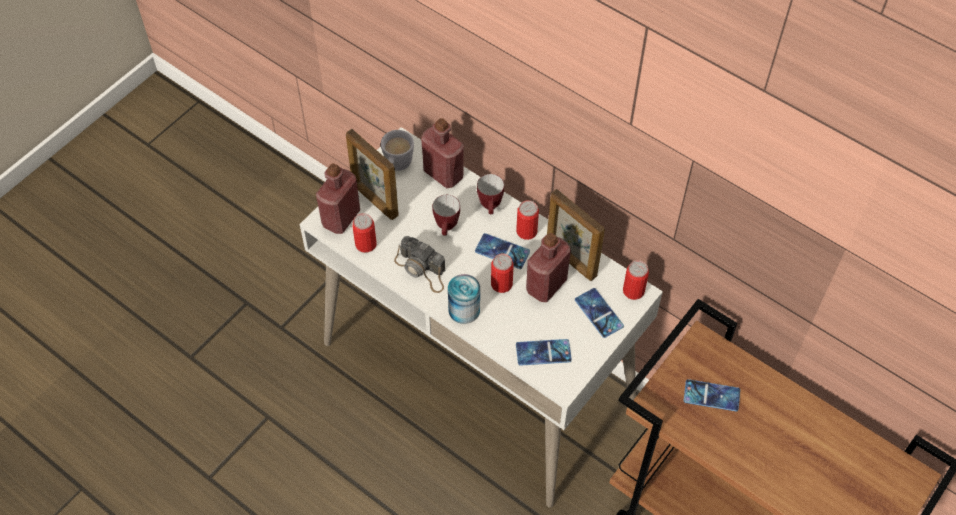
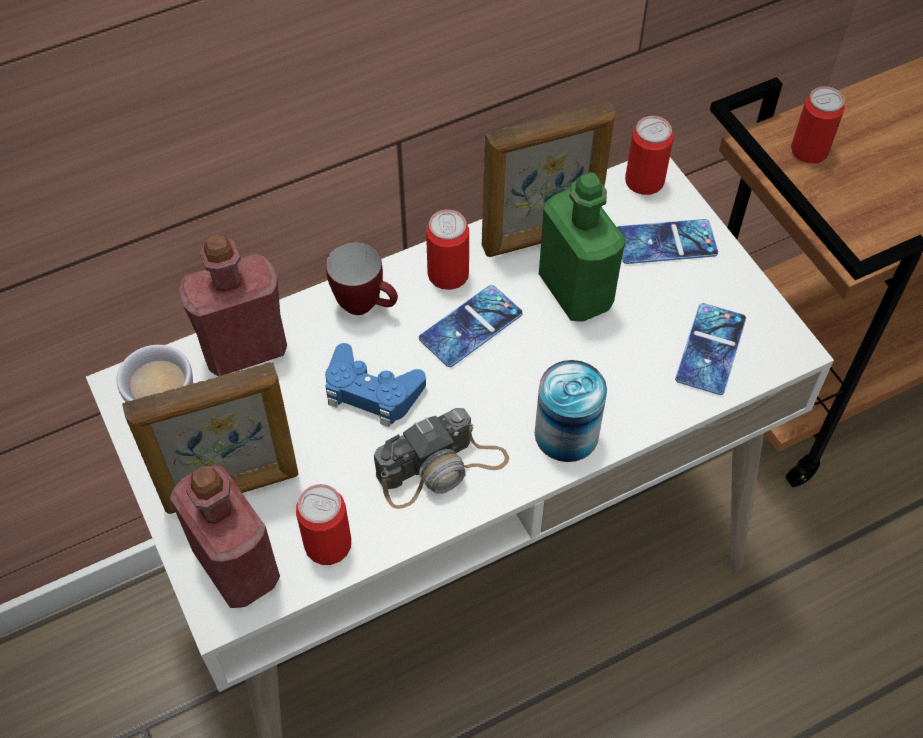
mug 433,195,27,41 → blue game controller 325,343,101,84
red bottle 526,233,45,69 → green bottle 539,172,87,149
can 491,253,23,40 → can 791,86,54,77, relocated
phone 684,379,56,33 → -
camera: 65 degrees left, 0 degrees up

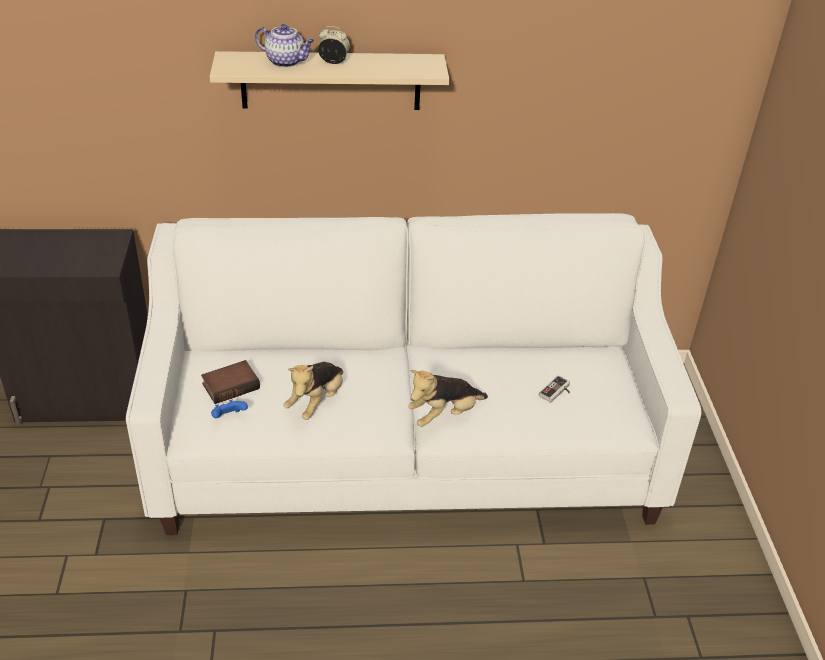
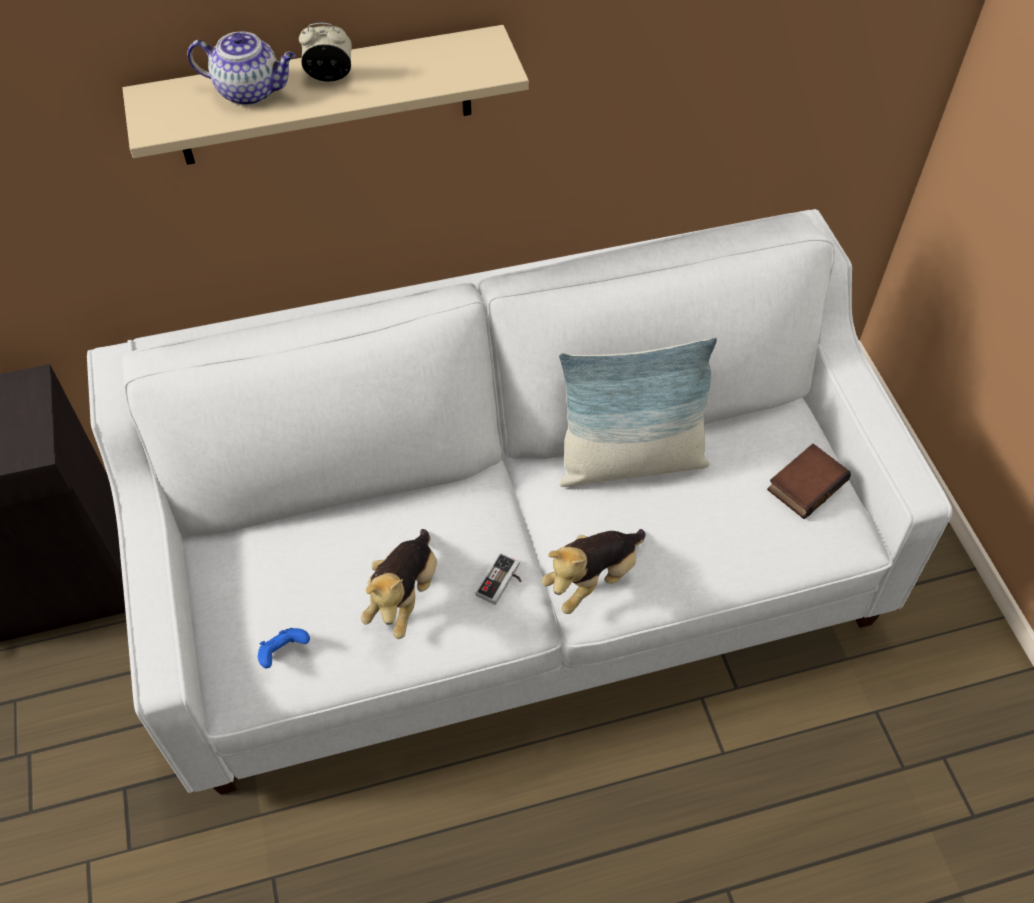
book 201,360,59,44 → book 767,443,84,76, relocated
game controller 539,375,31,28 → game controller 476,553,45,52, relocated
- → pillow 559,338,158,149
camera: 10 degrees left, 15 degrees up

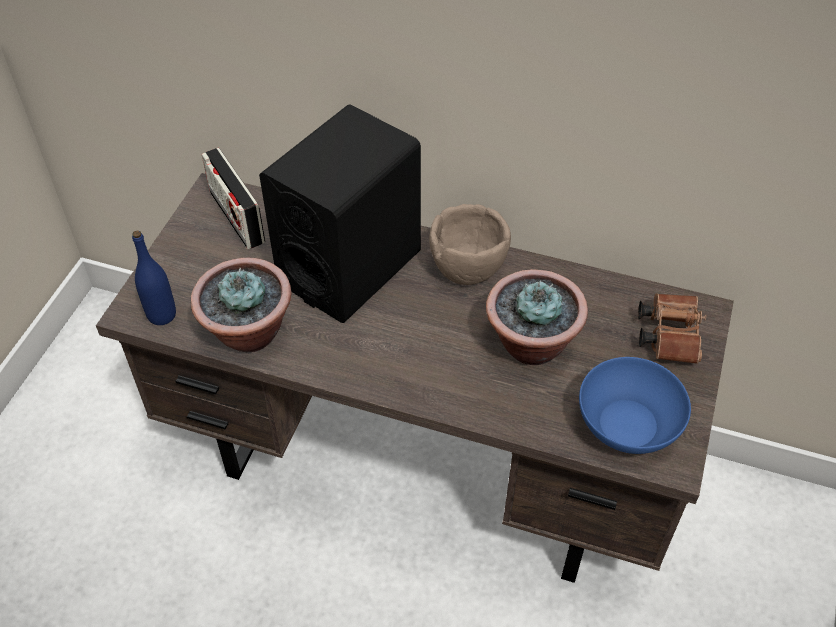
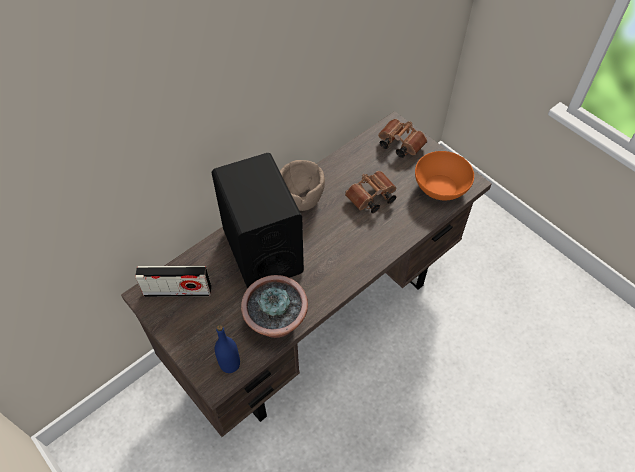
potted plant 486,269,102,96 → brown binoculars 345,171,52,42
blue bowl 579,357,112,97 → orange bowl 415,151,59,49
camera: 60 degrees left, 5 degrees up

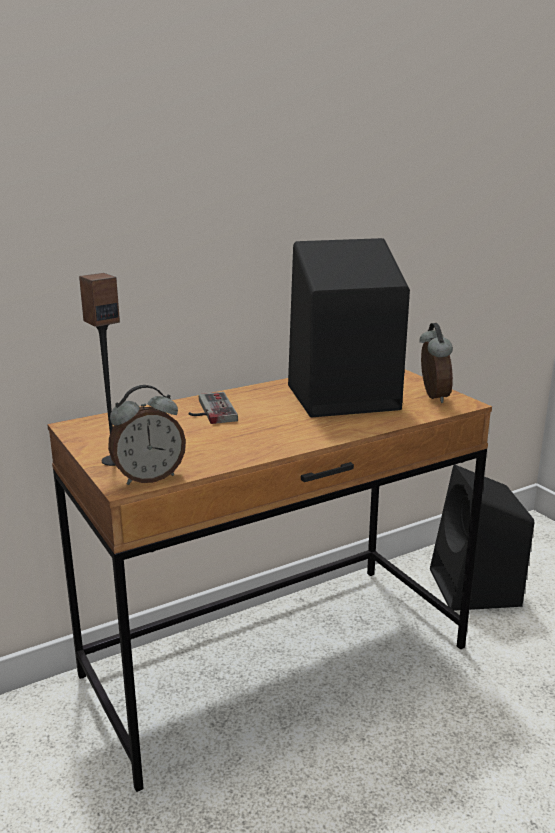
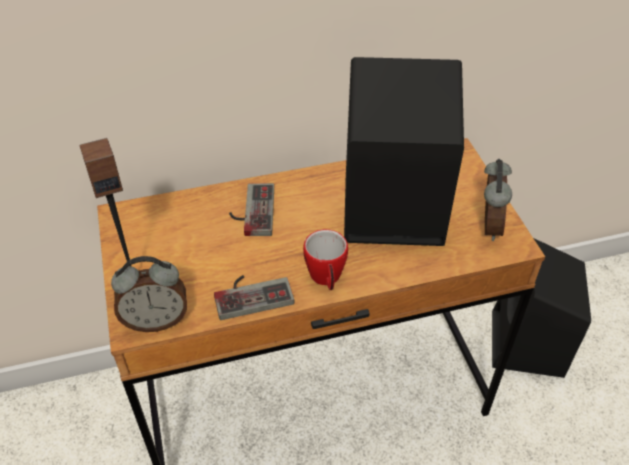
- → mug 303,229,45,61
- → game controller 214,275,81,45
camera: 15 degrees right, 25 degrees up

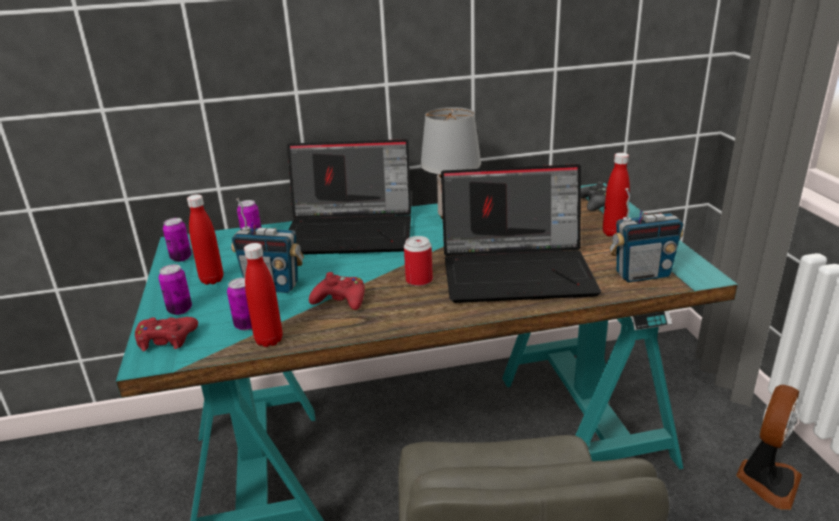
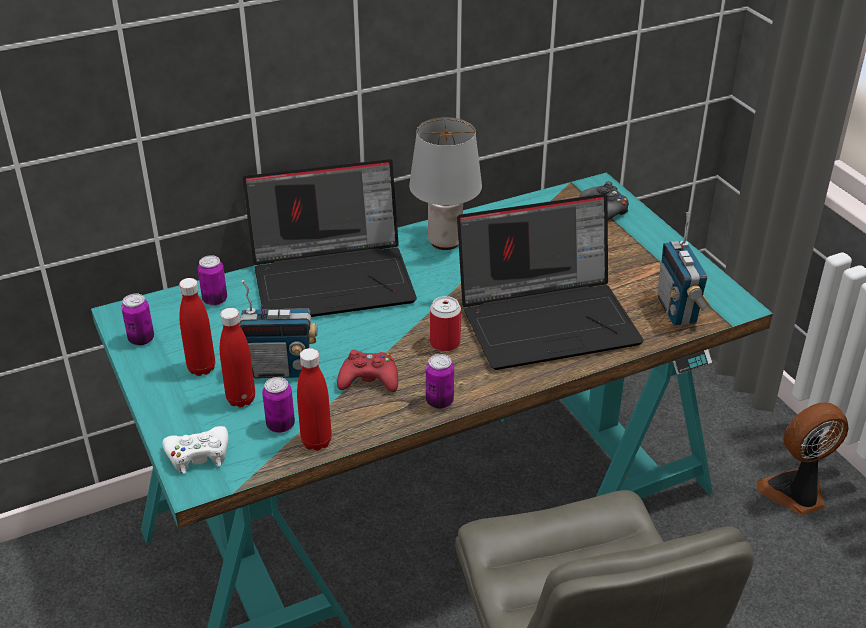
red bottle 603,153,27,84 → red bottle 220,308,35,99, relocated
radio 609,188,75,95 → radio 657,212,53,114, 105 degrees clockwise
can 159,264,33,51 → can 426,354,28,55, relocated
red game controller 135,317,63,34 → white game controller 162,426,67,48
fan 736,385,66,125 → fan 756,402,93,113, 135 degrees counterclockwise
camera: 15 degrees left, 10 degrees up

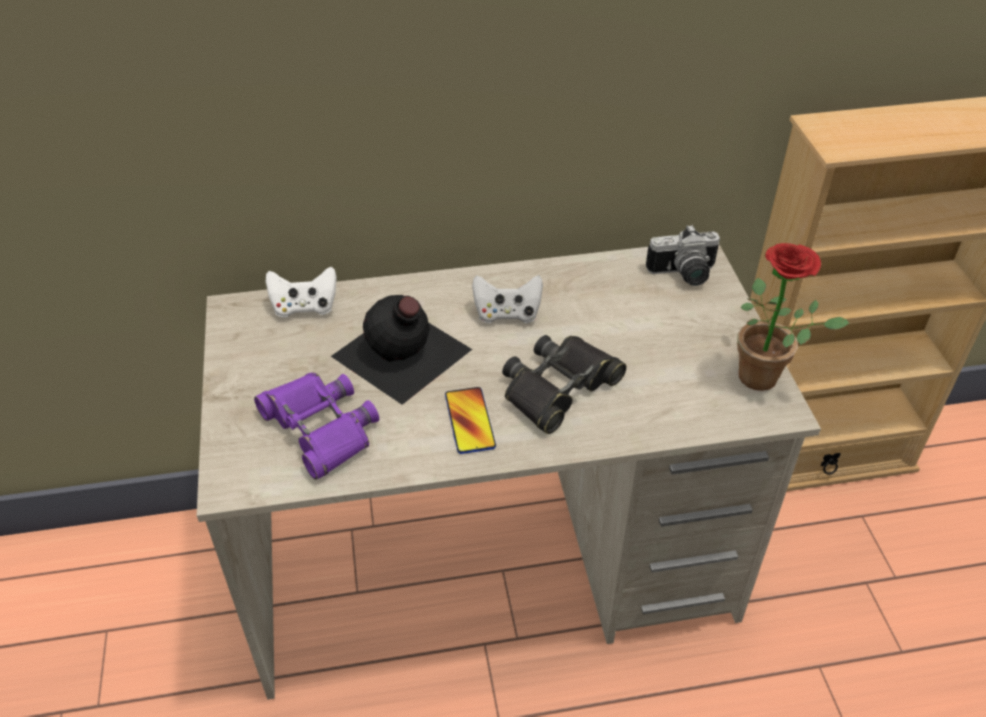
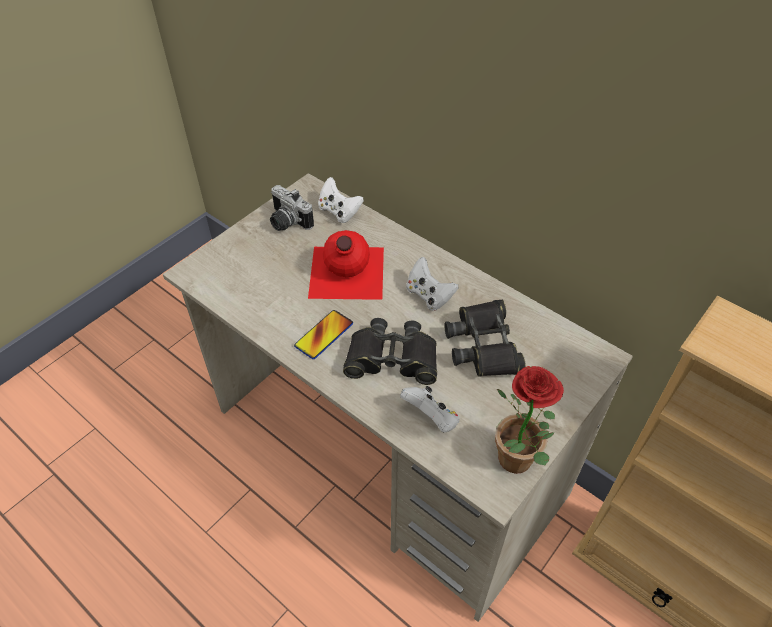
photo camera 646,225,74,61 → photo camera 270,185,44,46, relocated
black bottle 331,295,141,110 → red bottle 308,230,76,70
purple binoculars 254,373,125,107 → -
- → black binoculars 445,300,81,77
- → white game controller 400,386,60,47
camera: 50 degrees right, 5 degrees up

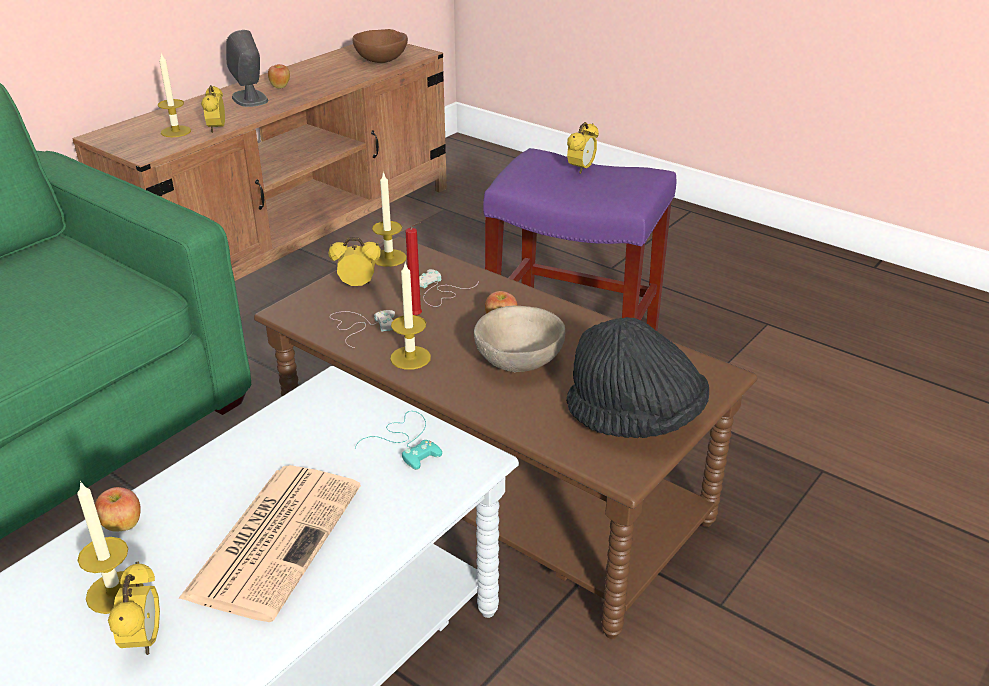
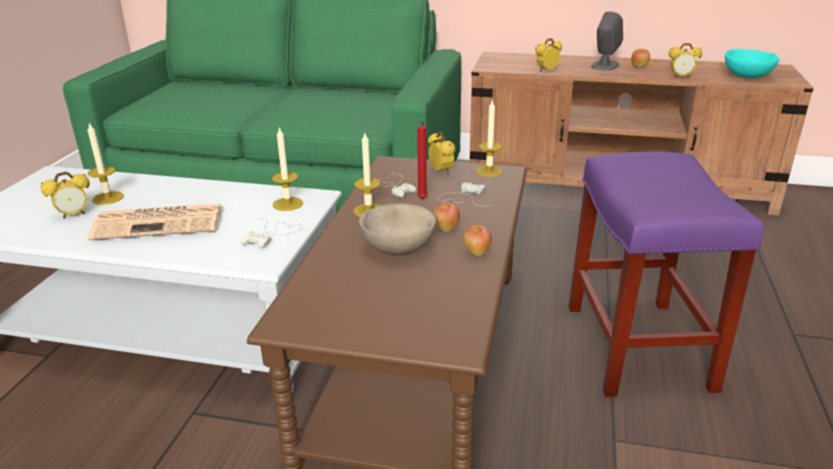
brown bowl 353,29,55,34 → turquoise bowl 725,49,55,29
candle 158,53,33,84 → candle 272,127,31,84, relocated
alarm clock 567,122,32,52 → alarm clock 669,43,33,35, relocated
black hat 566,317,143,121 → -
turquoise game controller 355,411,87,59 → white game controller 241,218,62,30
apple 95,487,46,45 → apple 463,225,29,31, relocated
camera: 65 degrees right, 5 degrees down

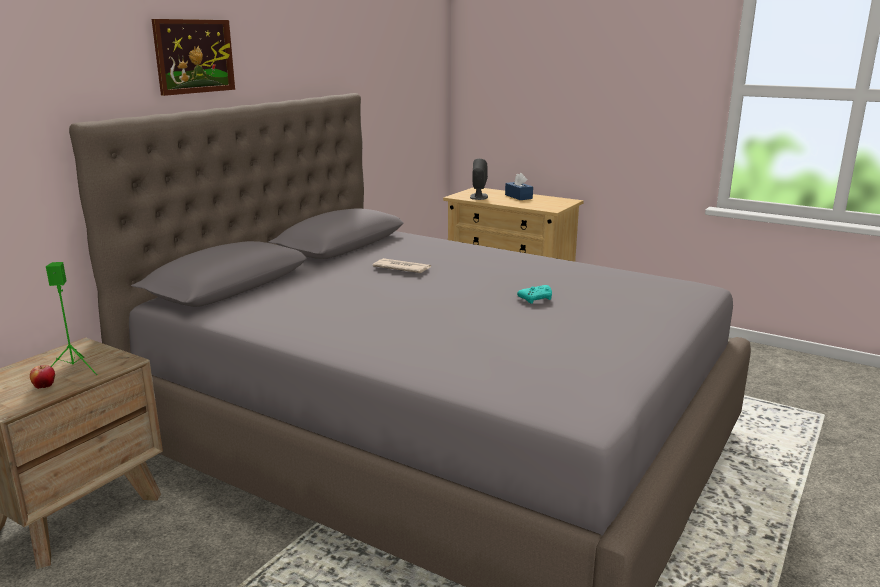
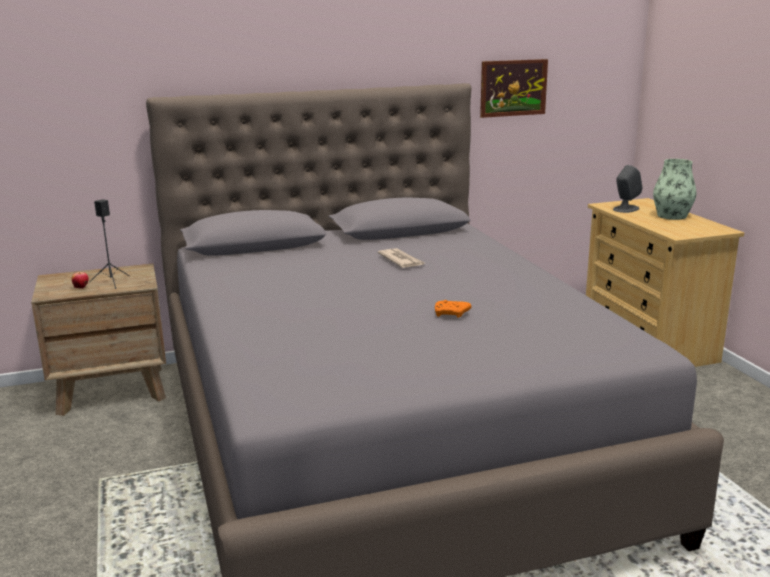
picture 152,19,83,77 → picture 480,59,68,59, relocated
blue tissue box 505,173,28,27 → vase 653,159,44,61
green speaker 46,262,52,113 → black speaker 89,199,41,90
turquoise game controller 517,285,35,19 → orange game controller 435,300,36,18
camera: 40 degrees right, 0 degrees up

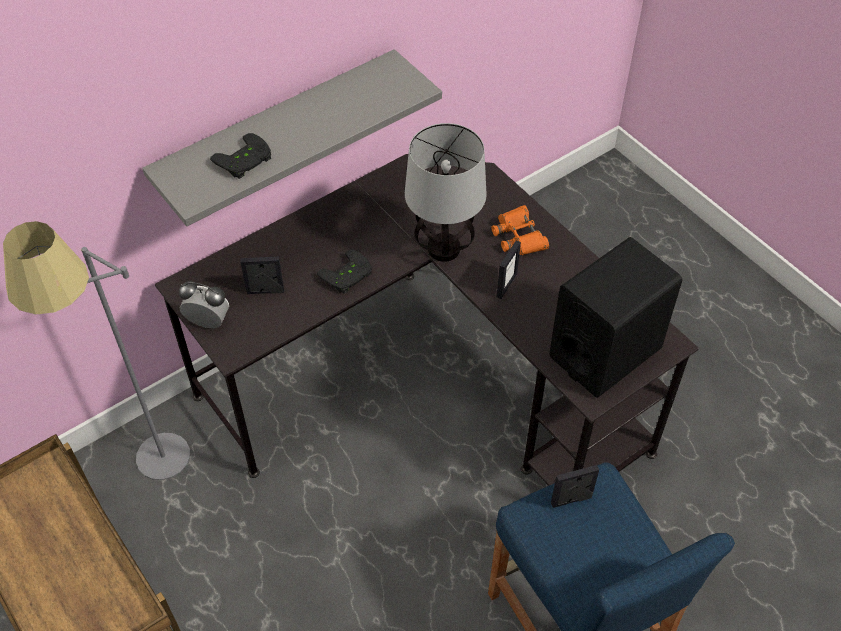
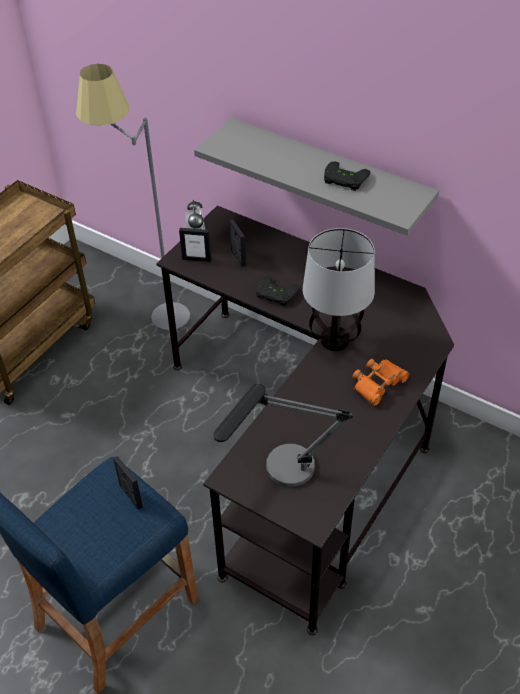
black game controller 210,133,61,46 → black game controller 324,161,46,30, relocated
black speaker 549,237,133,161 → table lamp 214,384,139,103
picture frame 496,240,25,59 → picture frame 179,228,32,34, relocated
camera: 70 degrees right, 5 degrees down

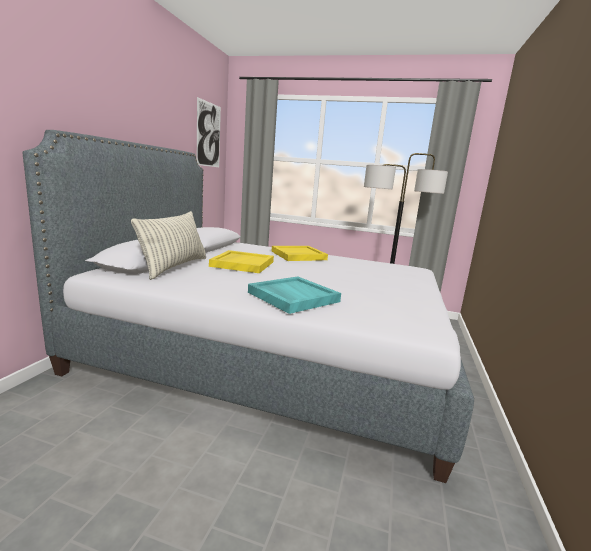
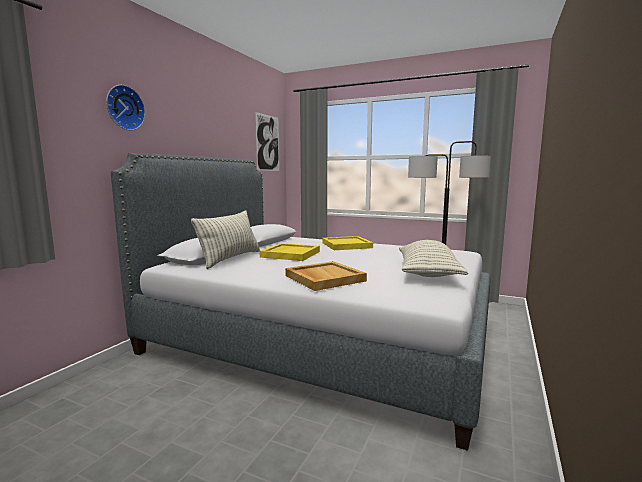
turquoise tray 248,276,93,38 → beige tray 285,261,82,30
- → wall clock 106,85,39,45
- → pillow 399,240,69,37
camera: 10 degrees right, 5 degrees down

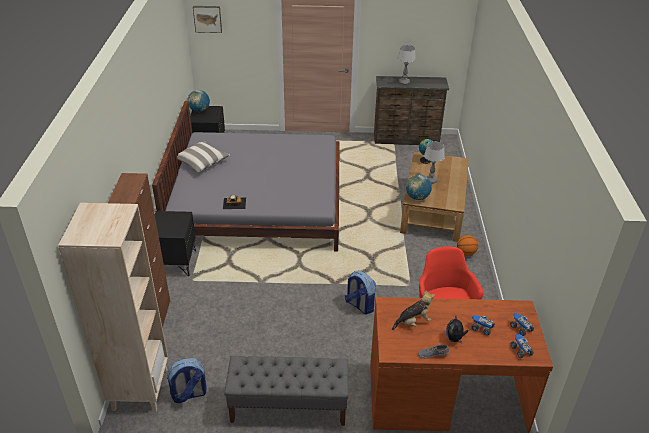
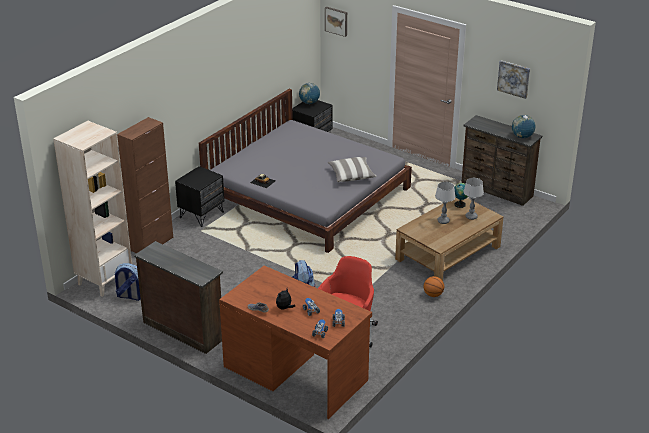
table lamp 398,45,18,40 → table lamp 463,178,21,42, relocated
pillow 177,141,53,32 → pillow 328,157,49,25, relocated
globe 406,174,26,26 → globe 512,115,23,23, relocated
plush toy 392,290,43,40 → -
grey bench 224,356,125,70 → brown dresser 134,241,89,113
- → picture 497,60,33,39
camera: 35 degrees right, 5 degrees down

